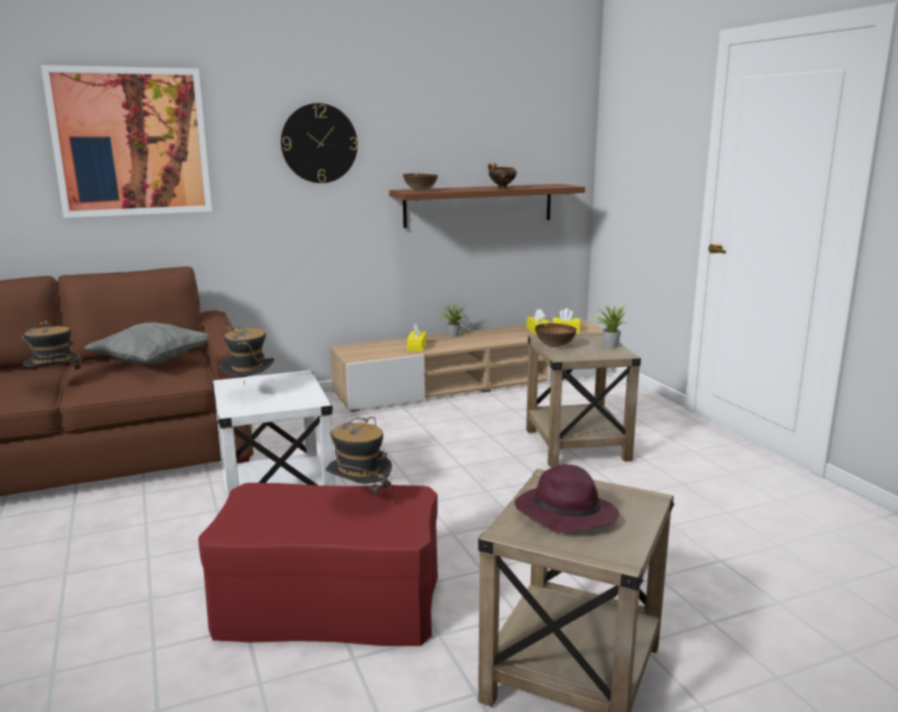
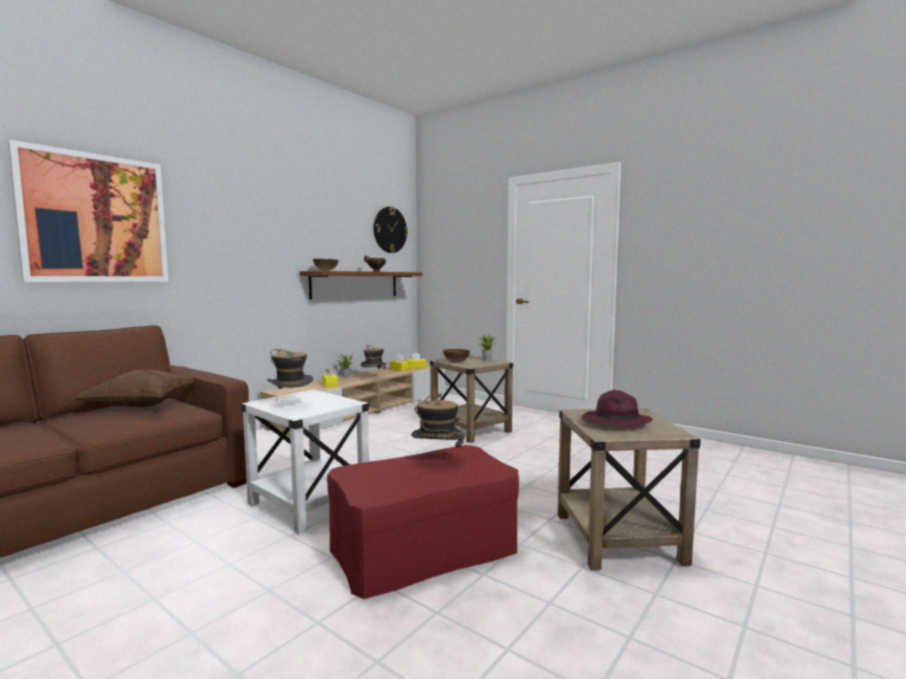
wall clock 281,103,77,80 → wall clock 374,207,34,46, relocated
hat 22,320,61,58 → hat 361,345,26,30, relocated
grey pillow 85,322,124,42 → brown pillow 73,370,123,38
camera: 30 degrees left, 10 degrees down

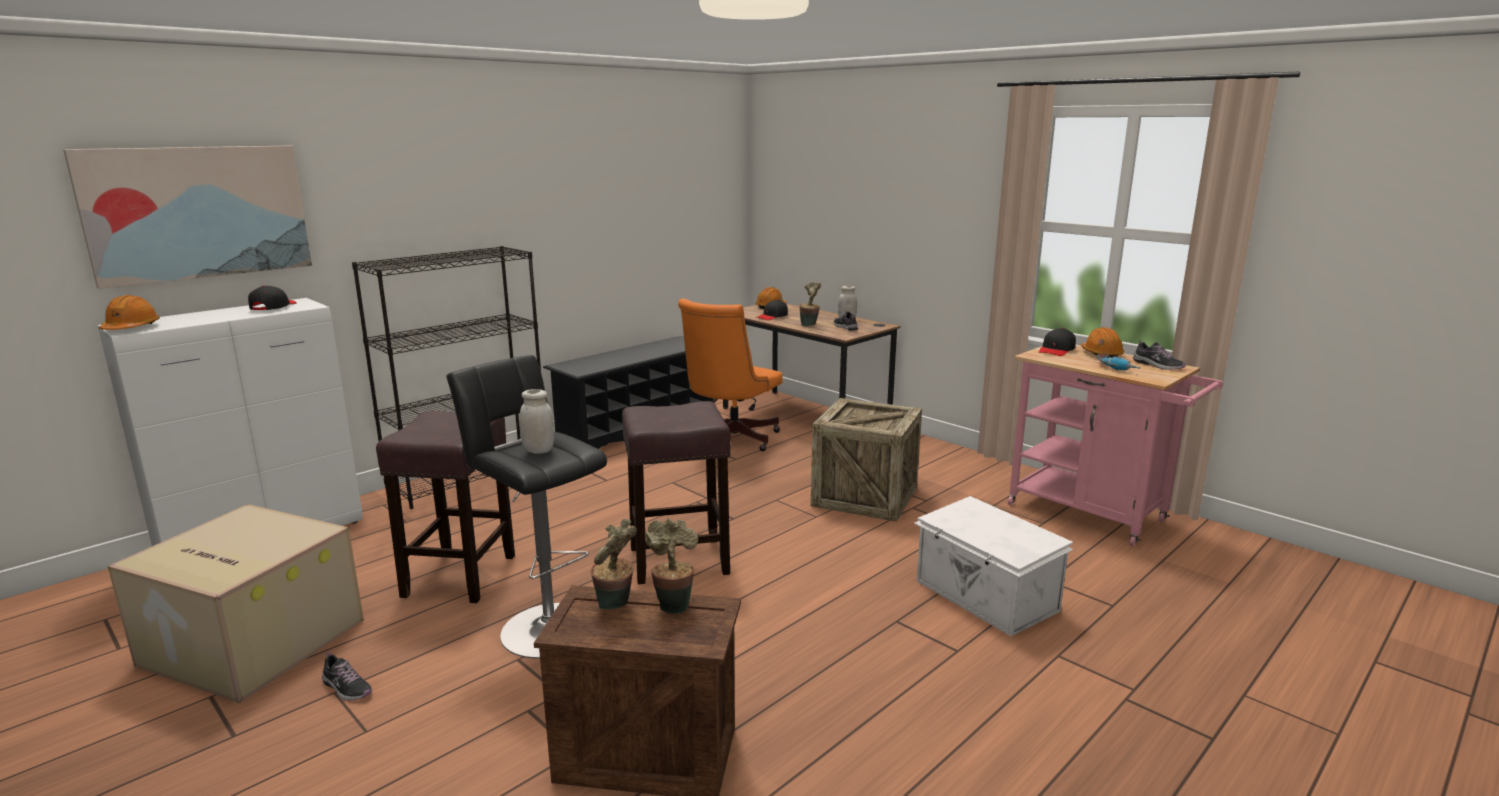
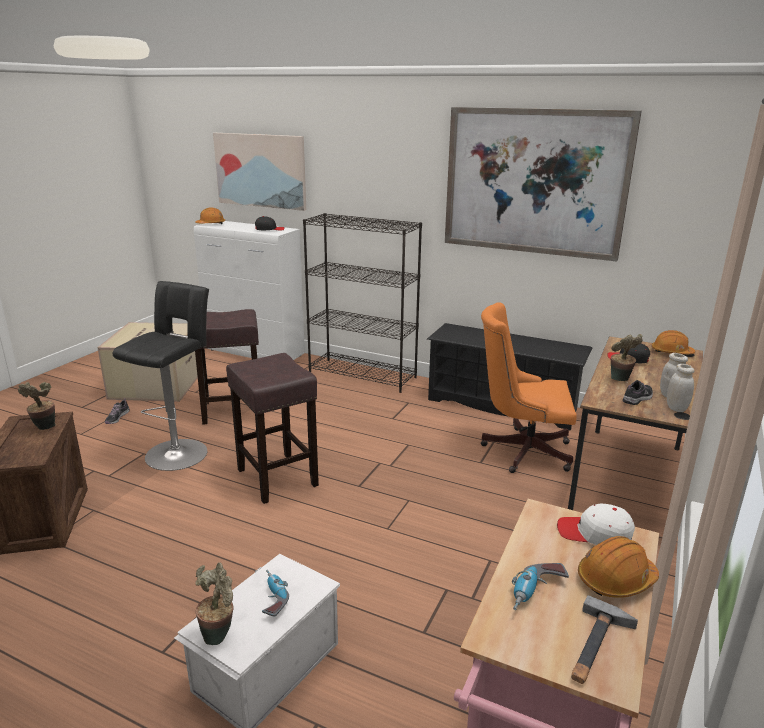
black cap 1039,328,37,28 → white cap 557,503,78,42
shoe 1133,340,53,30 → hammer 571,595,67,89
white jar 519,389,35,65 → white jar 667,364,28,48, relocated
crate 811,398,111,124 → -
potted plant 645,518,53,96 → potted plant 195,562,38,83, relocated
- → picture 445,107,197,154
- → power drill 262,570,27,46
camera: 70 degrees right, 5 degrees up

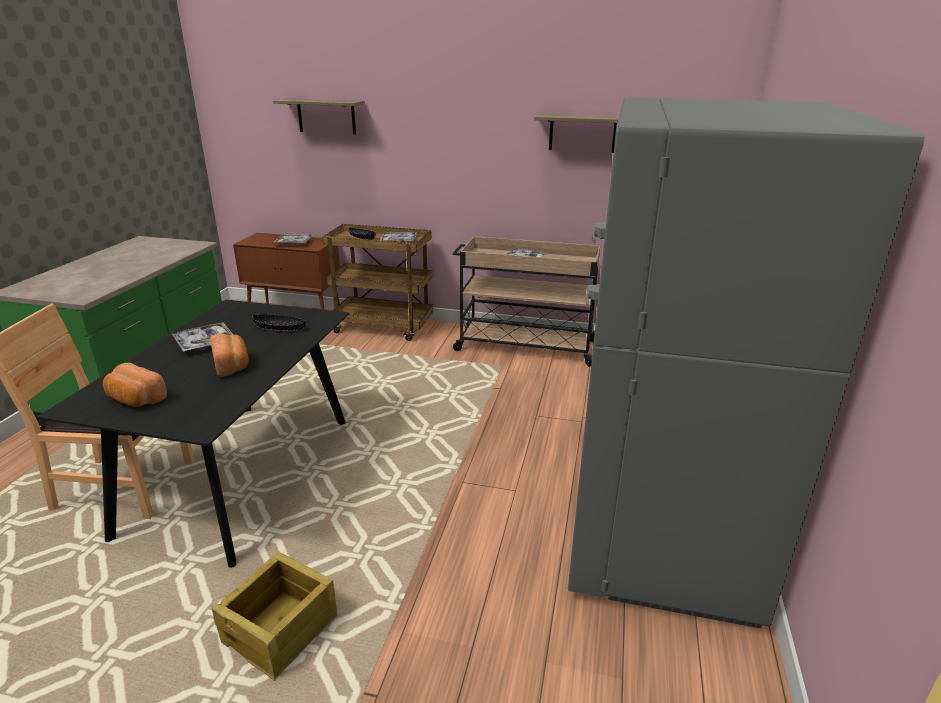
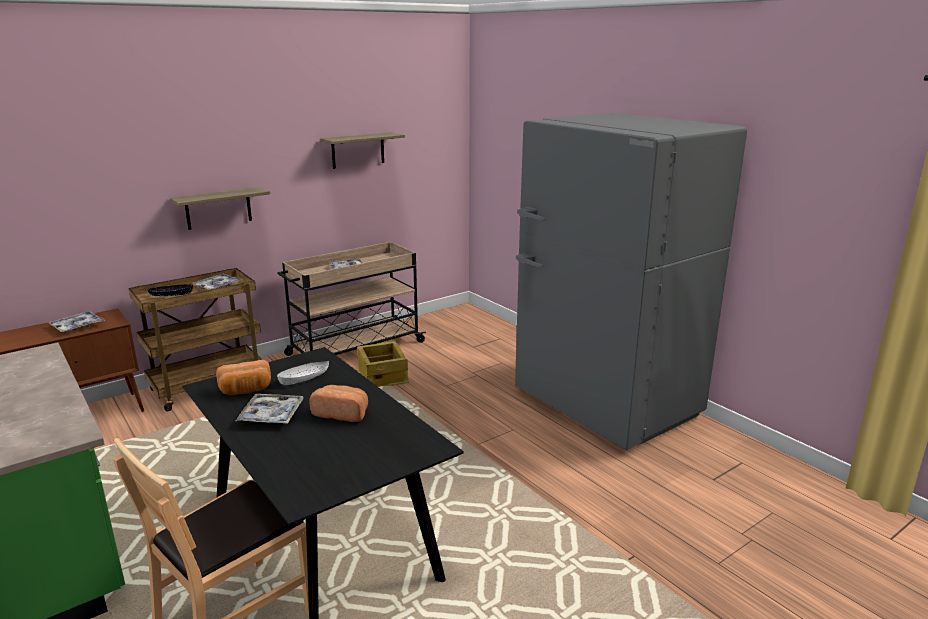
shelf 273,98,92,36 → shelf 170,187,100,43, relocated
black bowl 252,314,54,17 → white bowl 277,361,52,24
bread 103,363,64,44 → bread 216,360,55,35, relocated
crate 212,552,126,129 → crate 357,341,52,46, relocated
camera: 50 degrees left, 5 degrees down

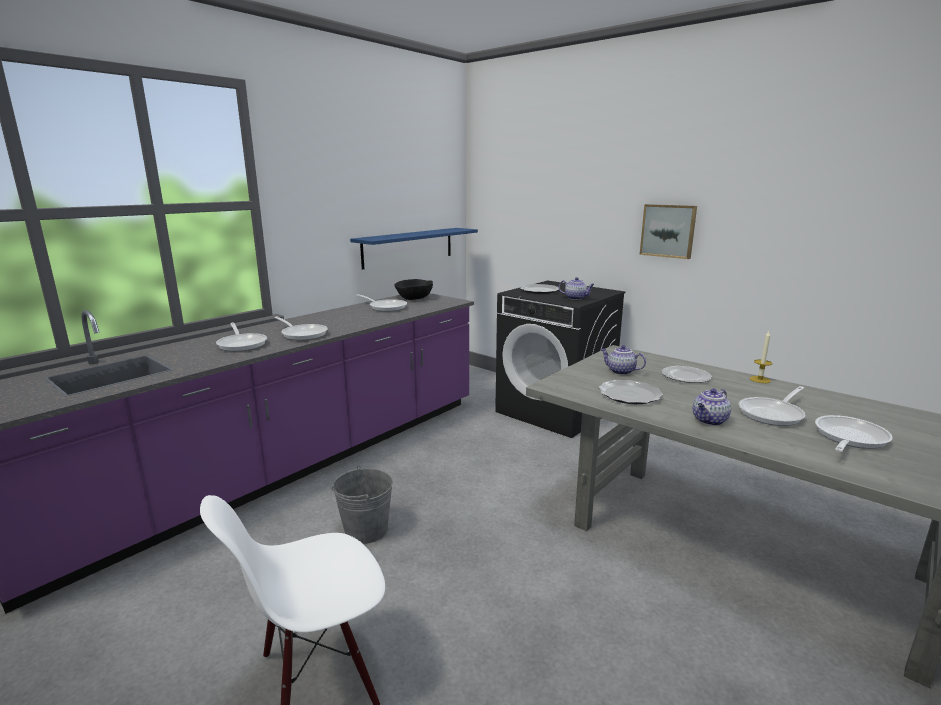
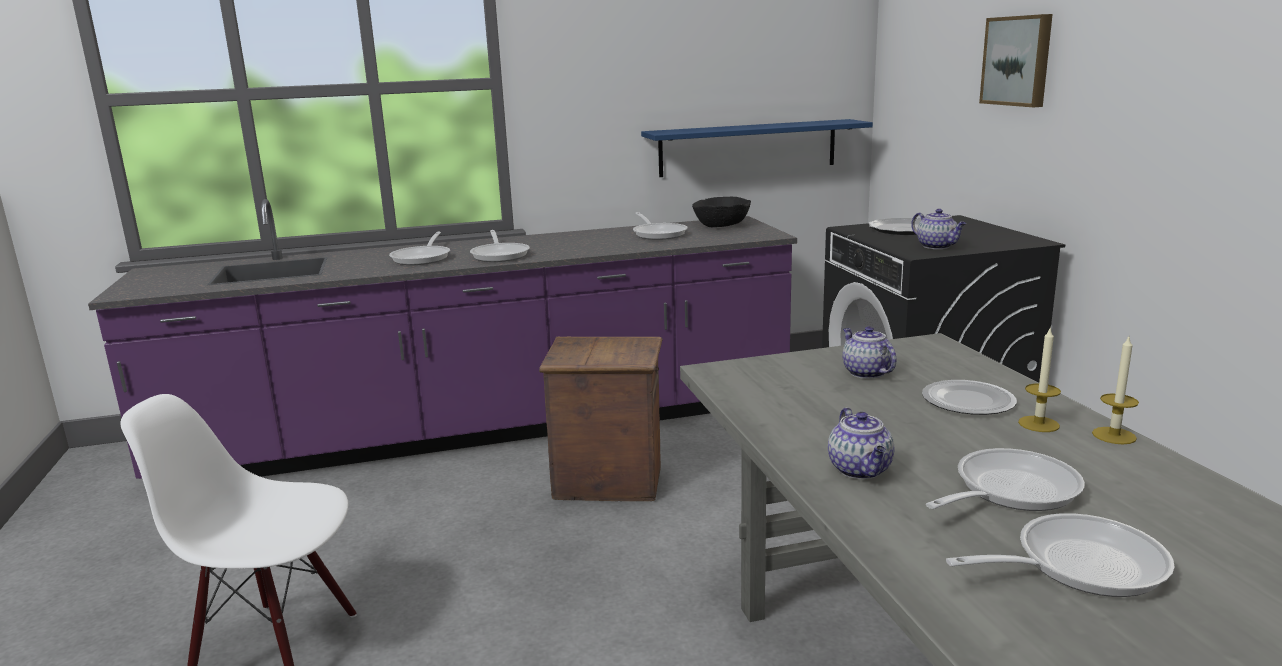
picture 640,204,57,55 → picture 979,14,74,93, relocated
plate 598,380,65,24 → -
frying pan 738,386,67,40 → frying pan 926,448,159,63, 150 degrees clockwise
teapot 693,388,38,38 → teapot 828,407,66,72, 90 degrees counterclockwise
grey bucket 331,466,62,78 → -
- → candle 1018,327,43,105
- → crate 539,337,124,164
camera: 35 degrees right, 0 degrees up

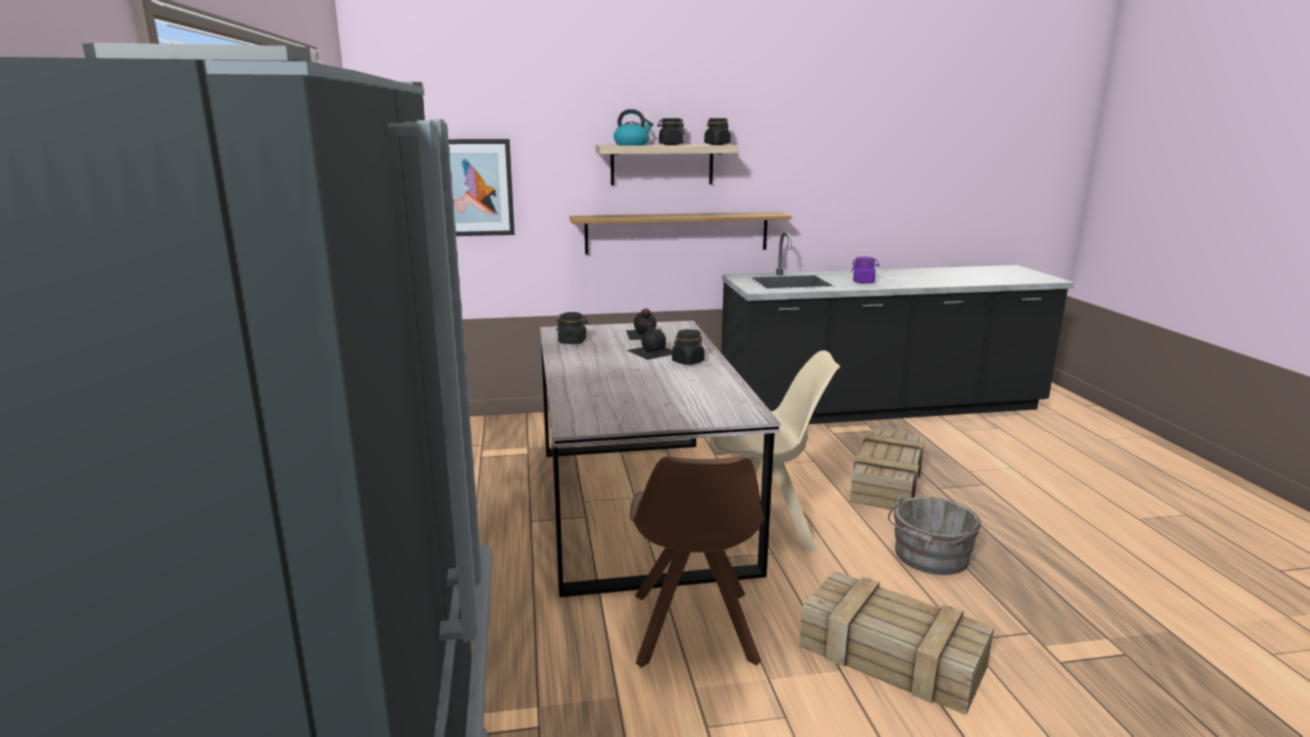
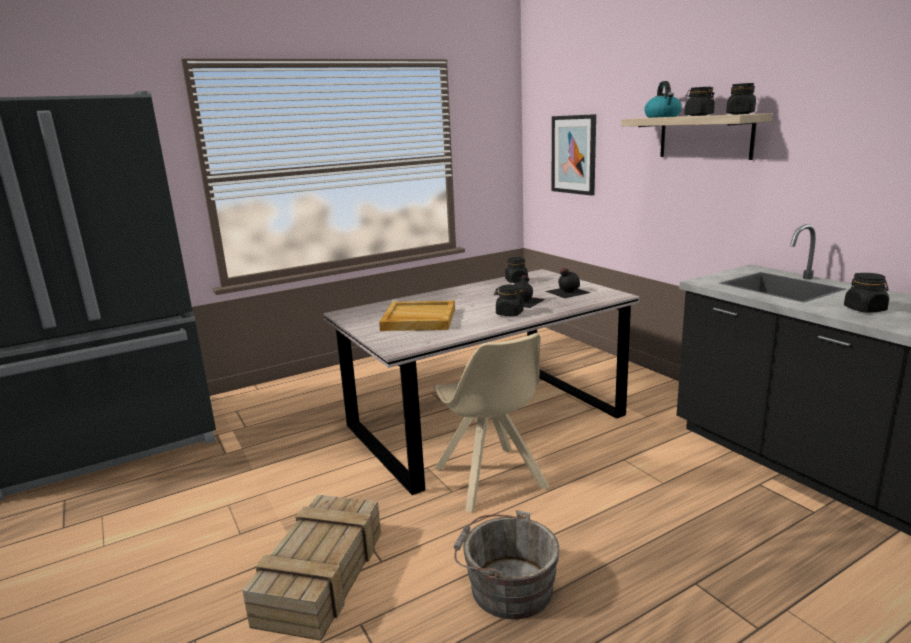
shelf 570,212,222,42 → -
purple jar 851,257,29,26 → black jar 844,273,45,39
crate 850,429,75,81 → -
brown chair 630,456,135,212 → -
- → beige tray 379,301,76,30
camera: 70 degrees right, 0 degrees up

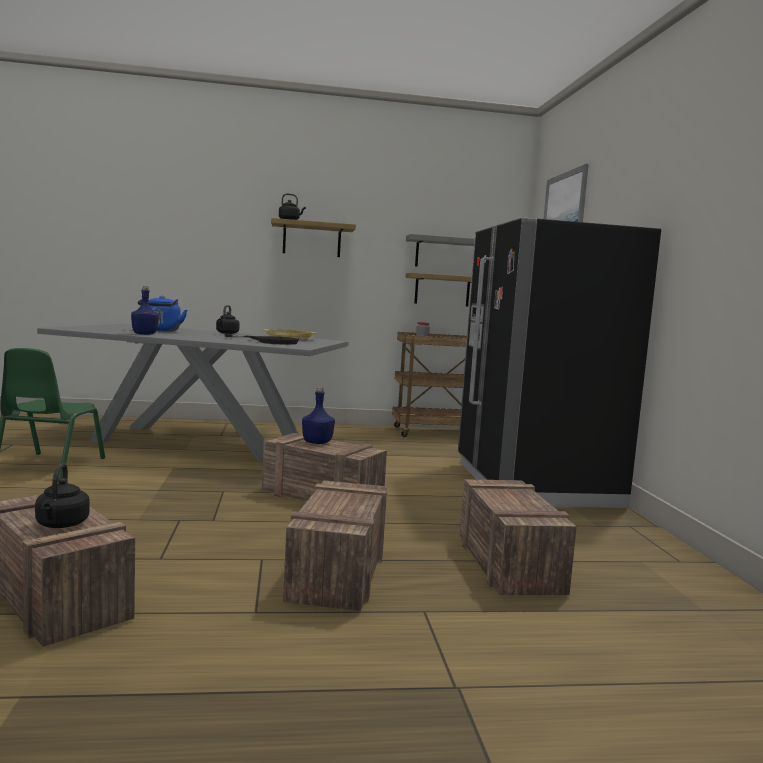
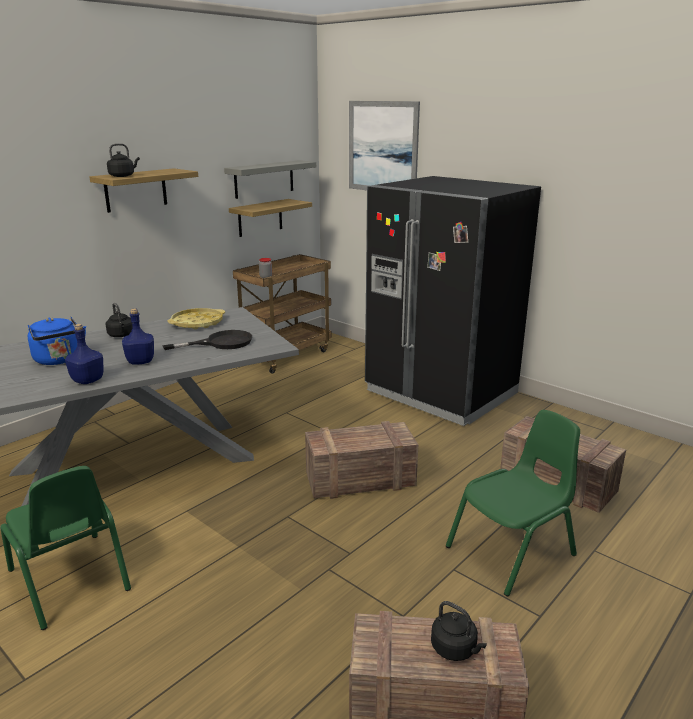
blue bottle 302,387,33,57 → blue bottle 122,308,32,57, relocated
crate 283,480,104,131 → green chair 446,410,134,186
camera: 40 degrees left, 15 degrees up

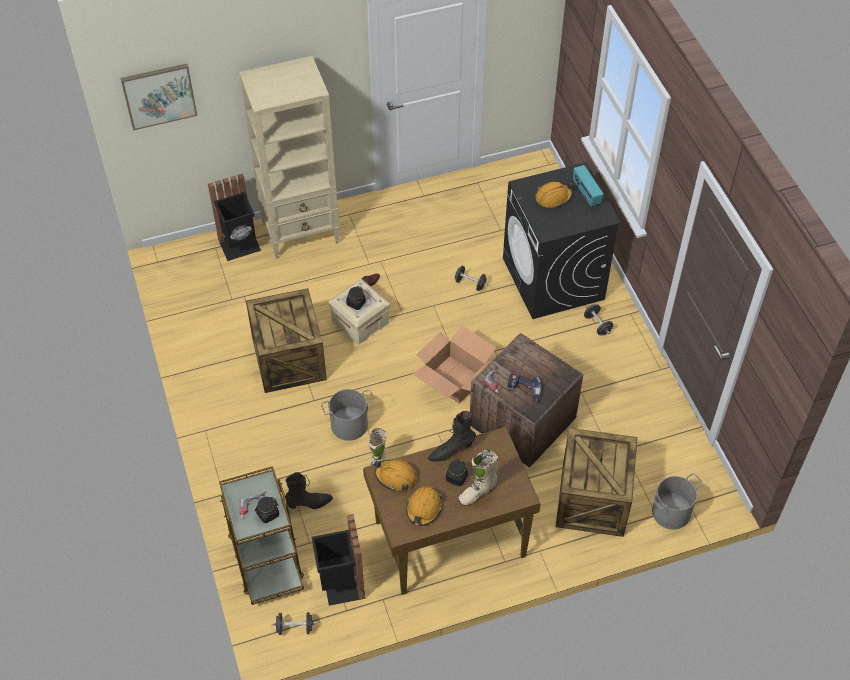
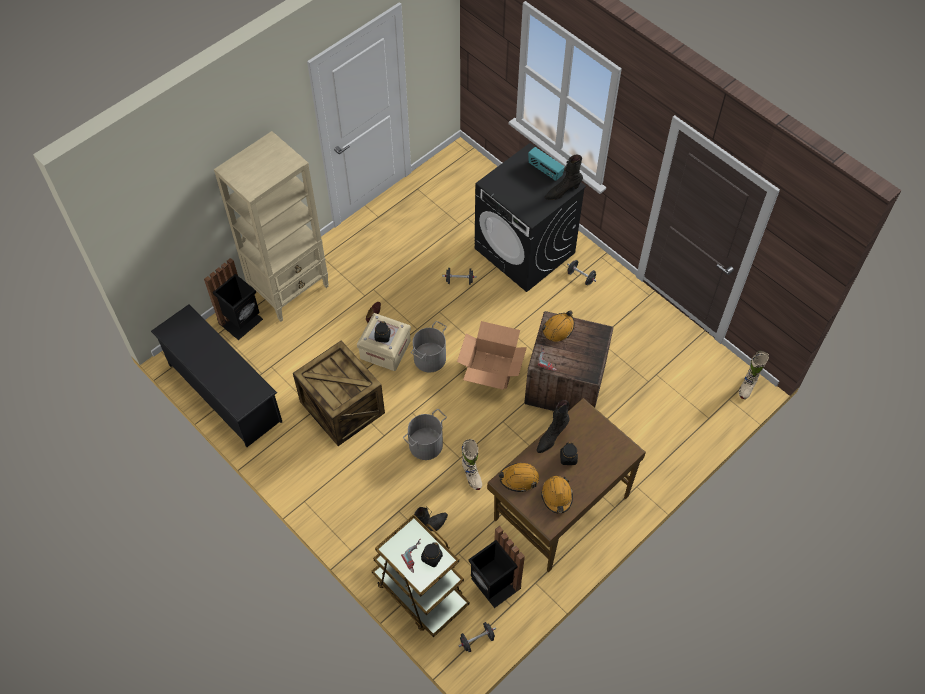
picture 120,63,78,67 → -
orange hard hat 535,182,38,26 → orange hard hat 542,310,33,32, relocated
power drill 507,373,34,30 → -
crate 556,428,81,109 → -
beige boot 458,450,40,56 → beige boot 739,351,30,48, relocated
grey bucket 652,473,52,56 → grey bucket 411,321,36,52, relocated
- → black boot 544,154,39,46
- → black shoe rack 151,304,131,143
camera: 25 degrees left, 5 degrees up

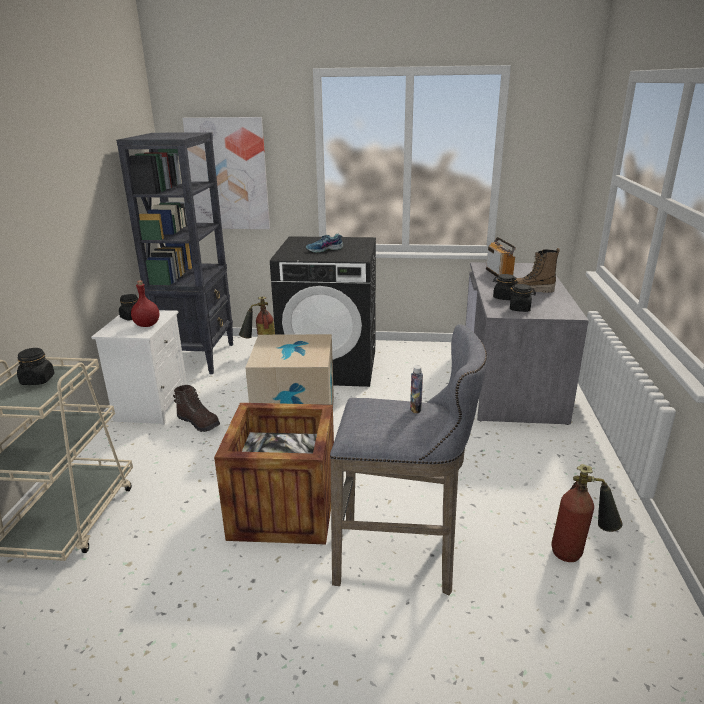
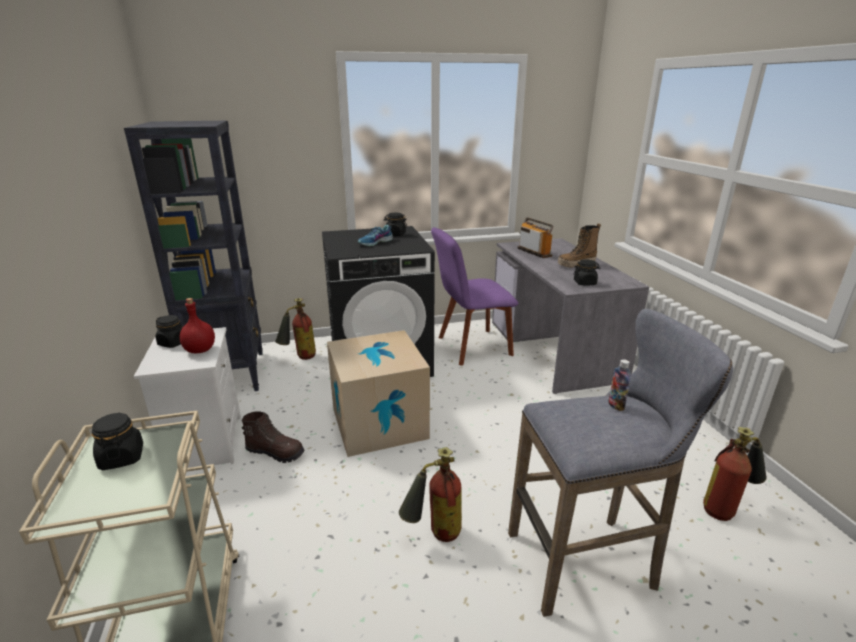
picture 182,117,88,112 → -
black jar 493,274,25,26 → black jar 384,213,23,23, relocated
crate 214,403,120,141 → fire extinguisher 399,447,63,95
- → purple chair 431,227,87,139
camera: 20 degrees left, 0 degrees up

